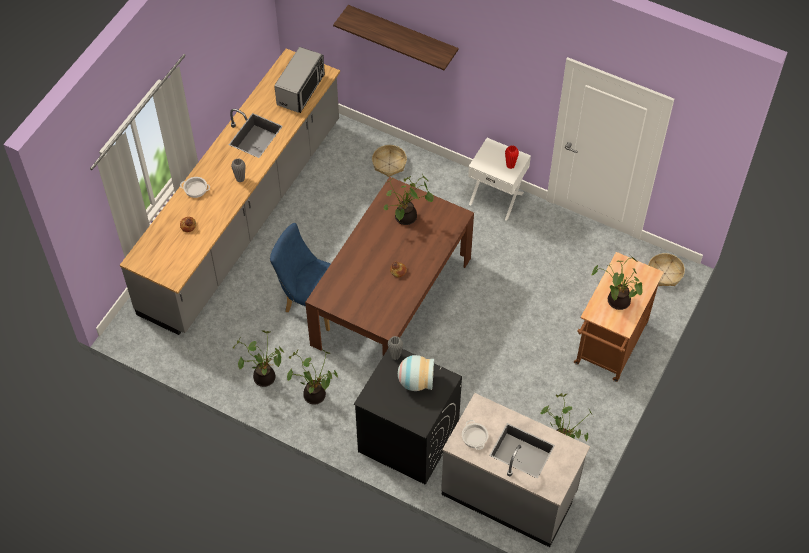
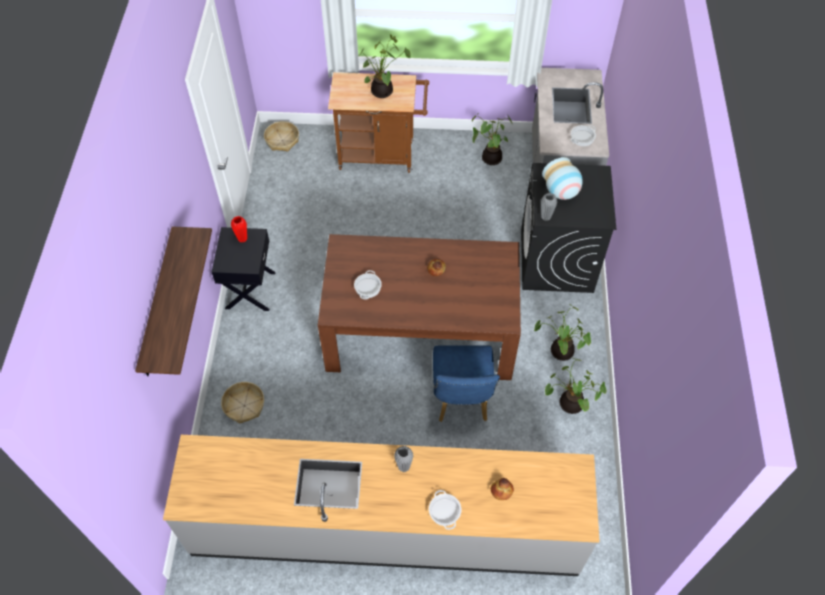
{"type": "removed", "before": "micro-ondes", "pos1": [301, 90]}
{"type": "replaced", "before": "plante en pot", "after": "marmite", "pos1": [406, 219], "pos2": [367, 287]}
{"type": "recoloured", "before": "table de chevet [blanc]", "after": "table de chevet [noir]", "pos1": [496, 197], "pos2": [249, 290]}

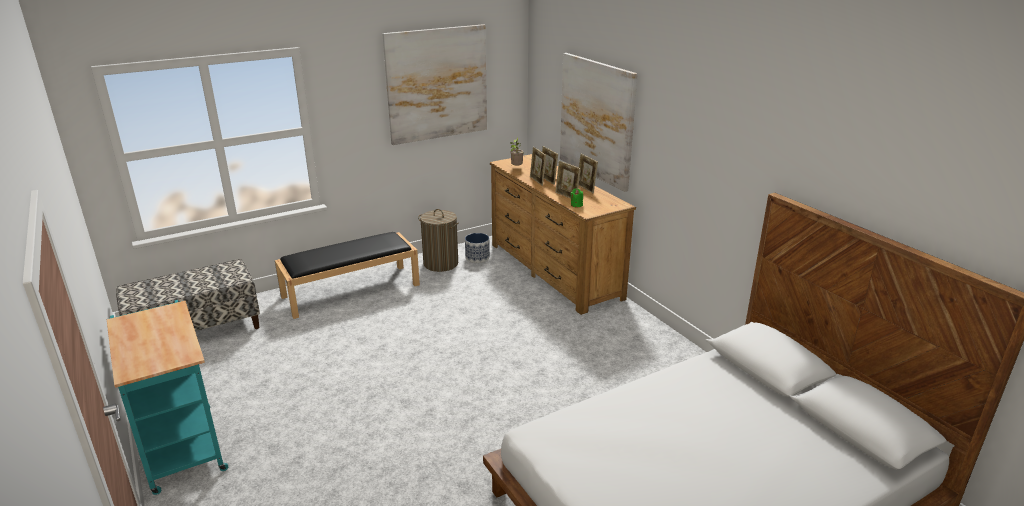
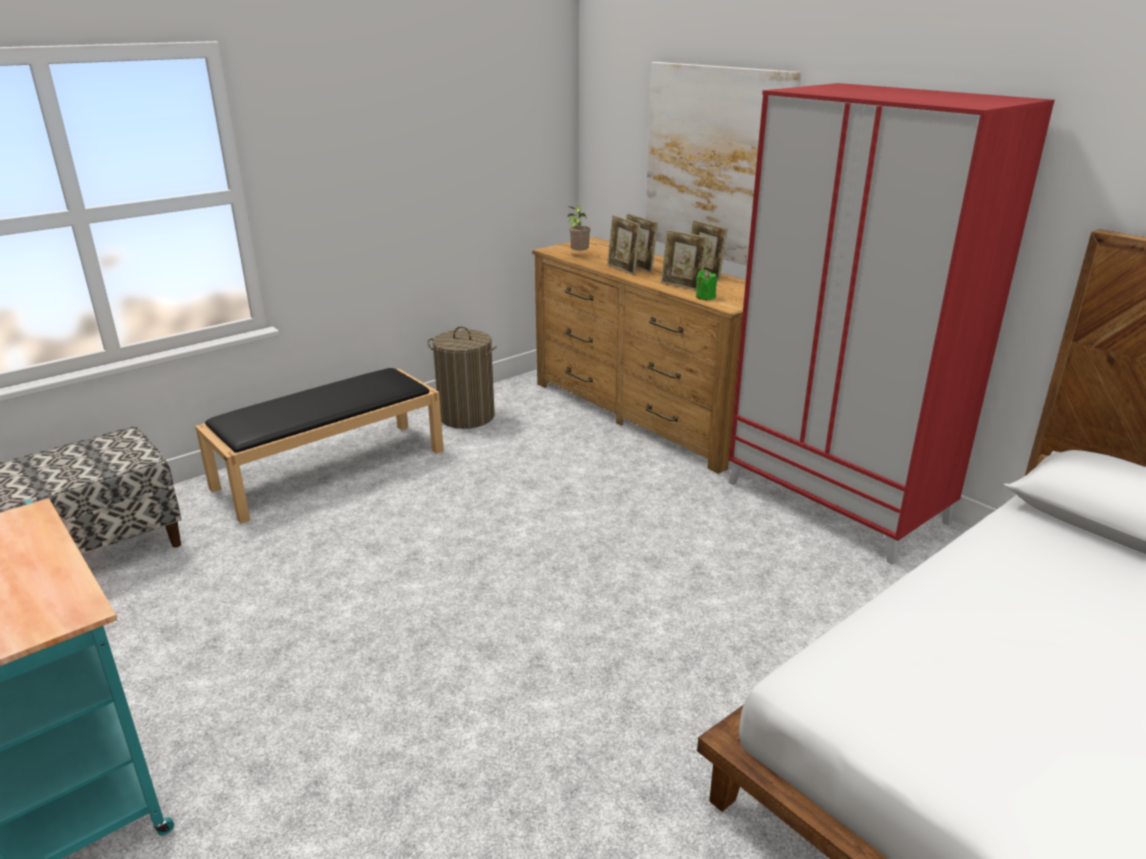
{"type": "removed", "before": "tableau", "pos1": [437, 84]}
{"type": "removed", "before": "cache-pot", "pos1": [477, 257]}
{"type": "added", "after": "armoire [rouge]", "pos2": [837, 502]}

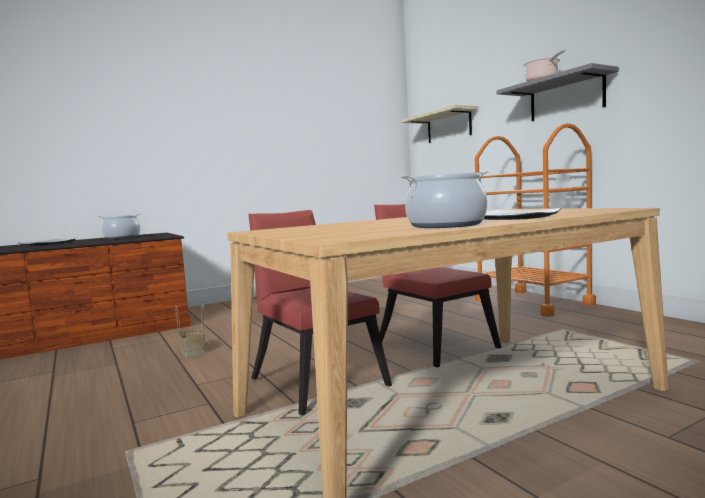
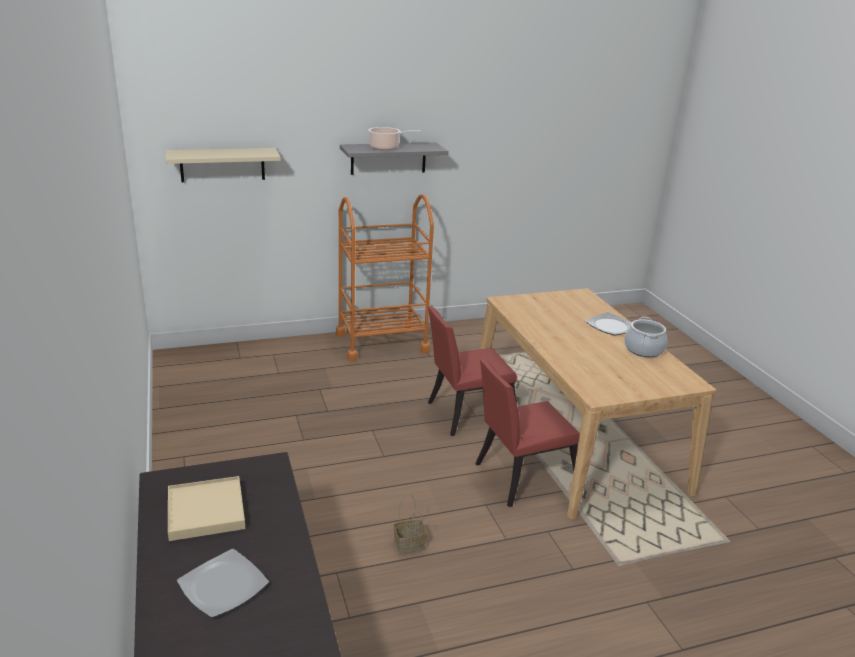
{"type": "replaced", "before": "marmite", "after": "plateau [beige]", "pos1": [122, 237], "pos2": [206, 511]}

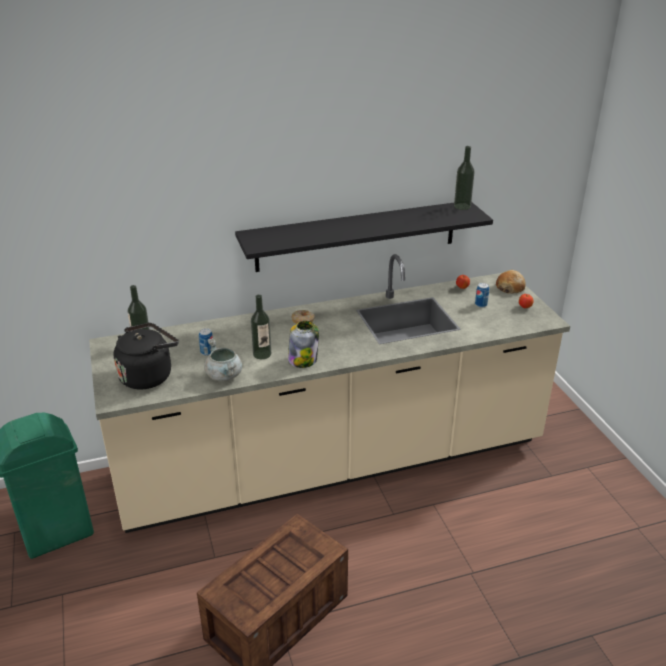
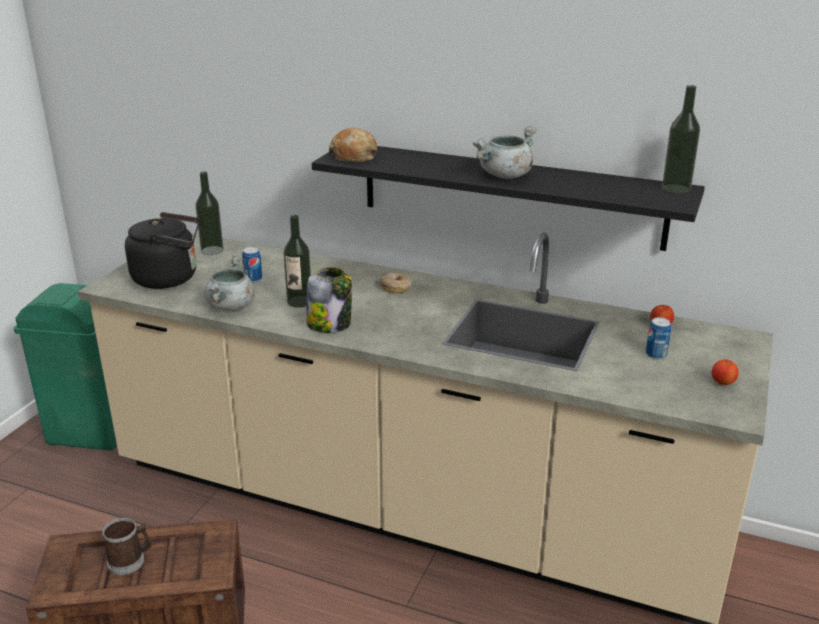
{"type": "moved", "before": "pain", "pos1": [510, 287], "pos2": [354, 156]}
{"type": "added", "after": "mug", "pos2": [130, 561]}
{"type": "added", "after": "marmite [gris]", "pos2": [505, 176]}

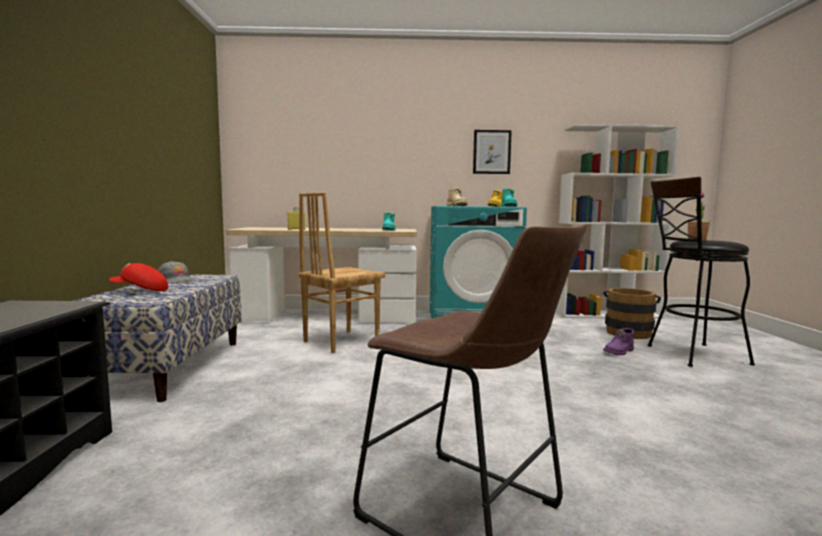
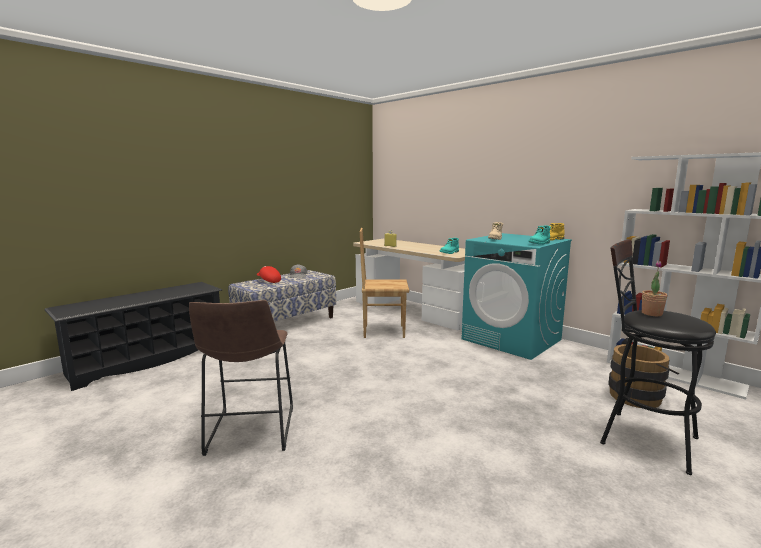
{"type": "removed", "before": "tableau", "pos1": [491, 152]}
{"type": "removed", "before": "botte [violet]", "pos1": [619, 352]}

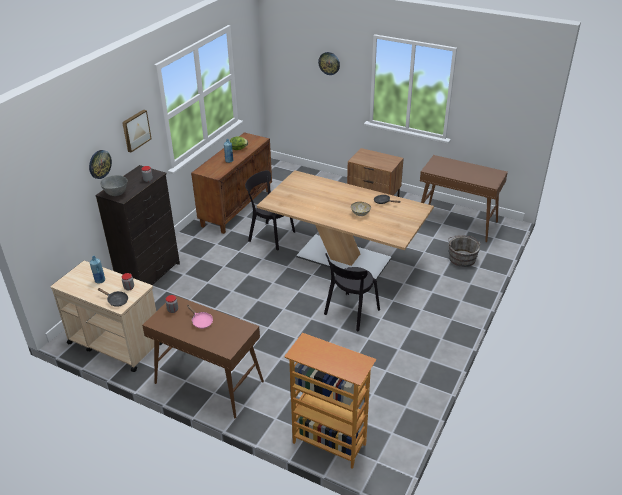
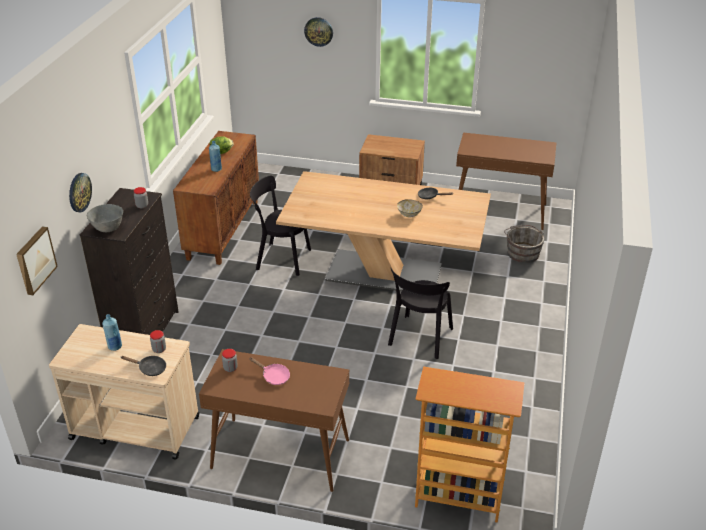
{"type": "moved", "before": "tableau", "pos1": [135, 130], "pos2": [34, 260]}

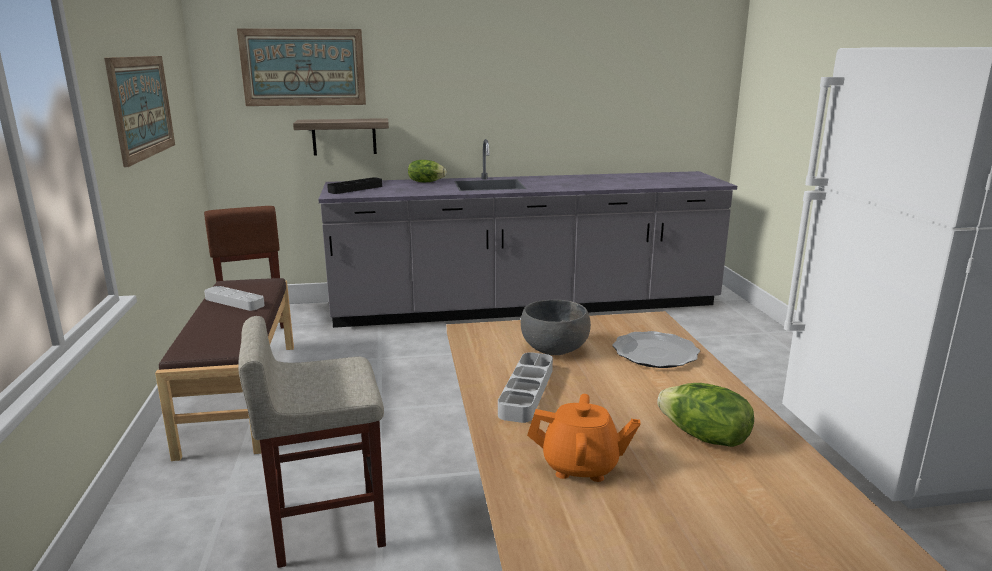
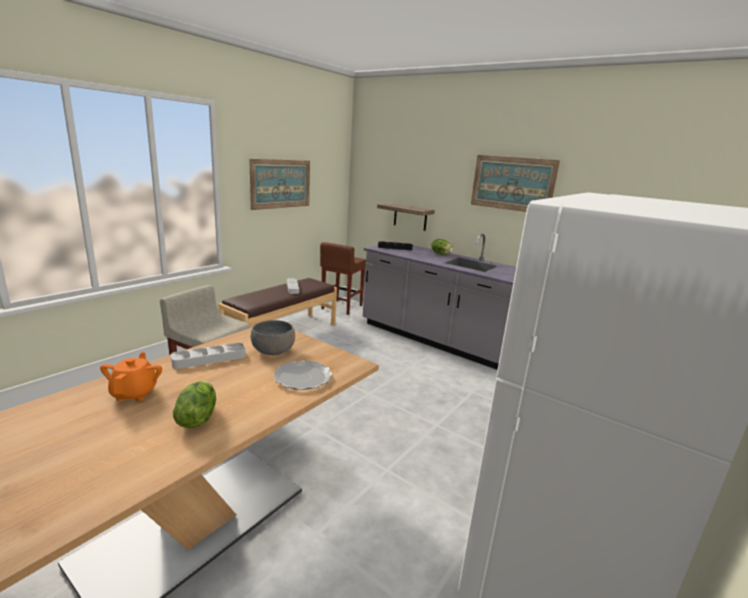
{"type": "moved", "before": "tableau", "pos1": [303, 67], "pos2": [512, 183]}
{"type": "turned", "before": "théière [orange]", "pos1": [581, 466], "pos2": [135, 393], "turn": -150}

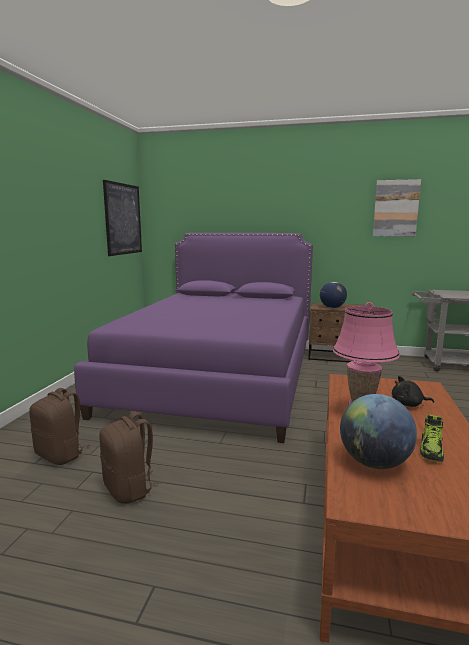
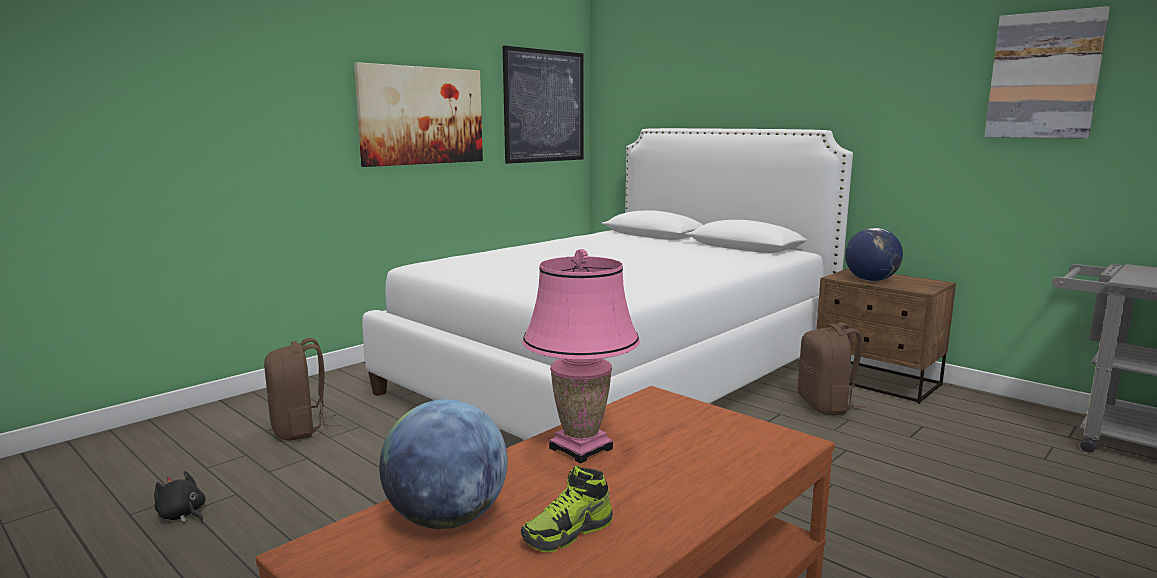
{"type": "recoloured", "before": "lit [violet]", "after": "lit [blanc]", "pos1": [218, 377], "pos2": [617, 376]}
{"type": "moved", "before": "sac à dos [marron]", "pos1": [129, 489], "pos2": [826, 406]}
{"type": "moved", "before": "peluche [noir]", "pos1": [409, 404], "pos2": [182, 515]}
{"type": "added", "after": "tableau", "pos2": [422, 116]}

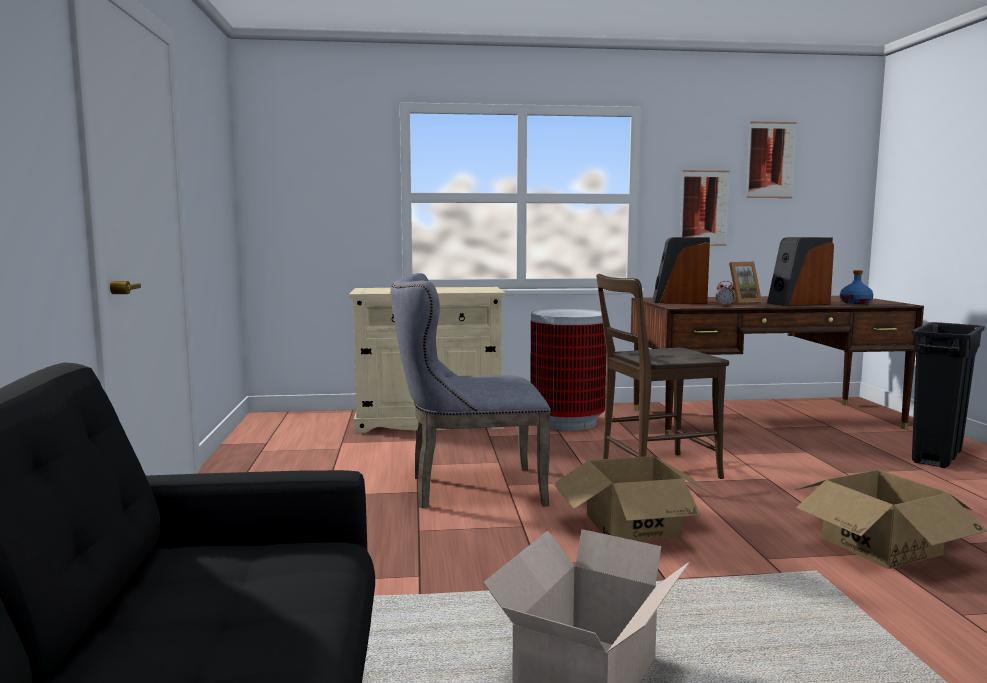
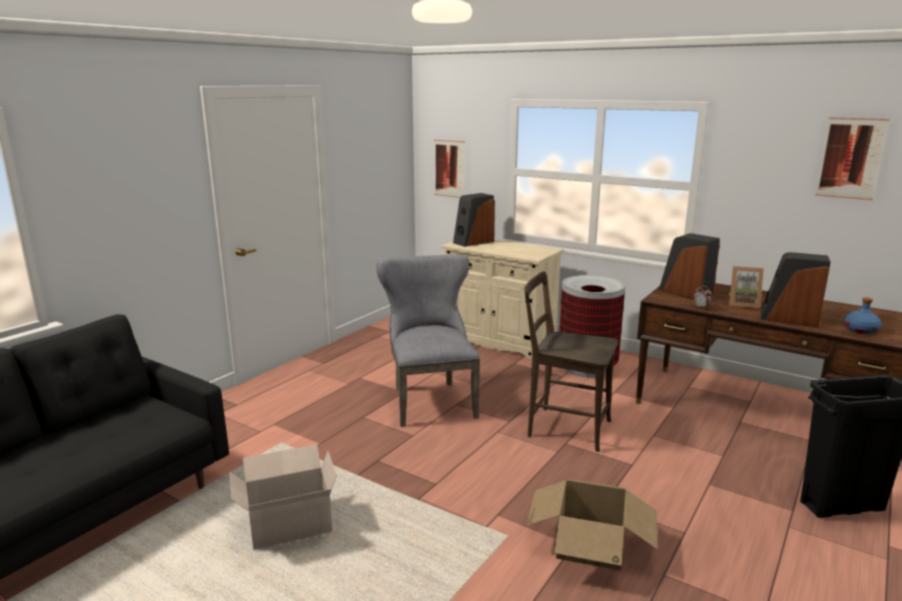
{"type": "turned", "before": "chaise [gris]", "pos1": [467, 489], "pos2": [430, 400], "turn": 45}
{"type": "removed", "before": "carton", "pos1": [633, 525]}
{"type": "moved", "before": "tableau", "pos1": [704, 208], "pos2": [449, 168]}
{"type": "added", "after": "enceinte", "pos2": [473, 242]}

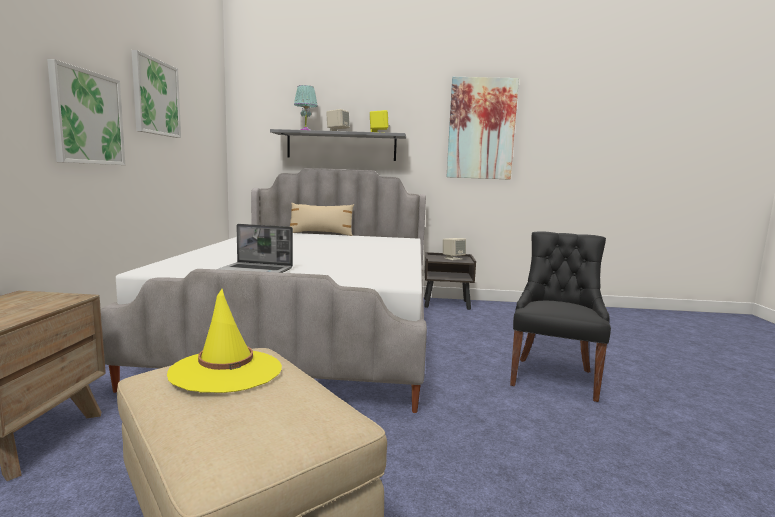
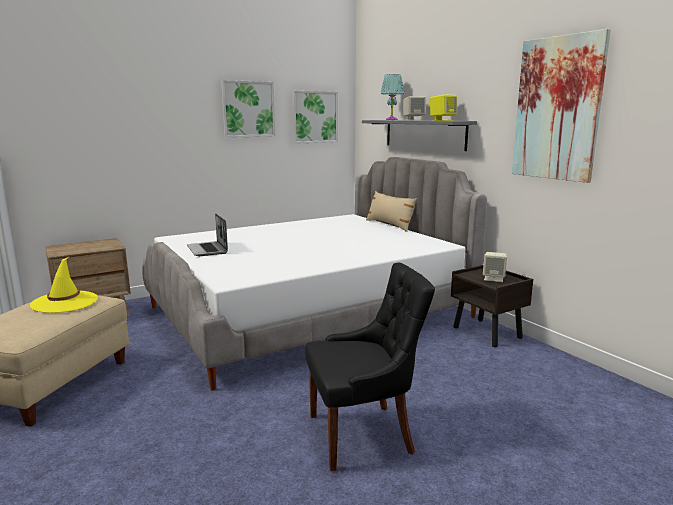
{"type": "moved", "before": "tableau", "pos1": [87, 118], "pos2": [314, 117]}

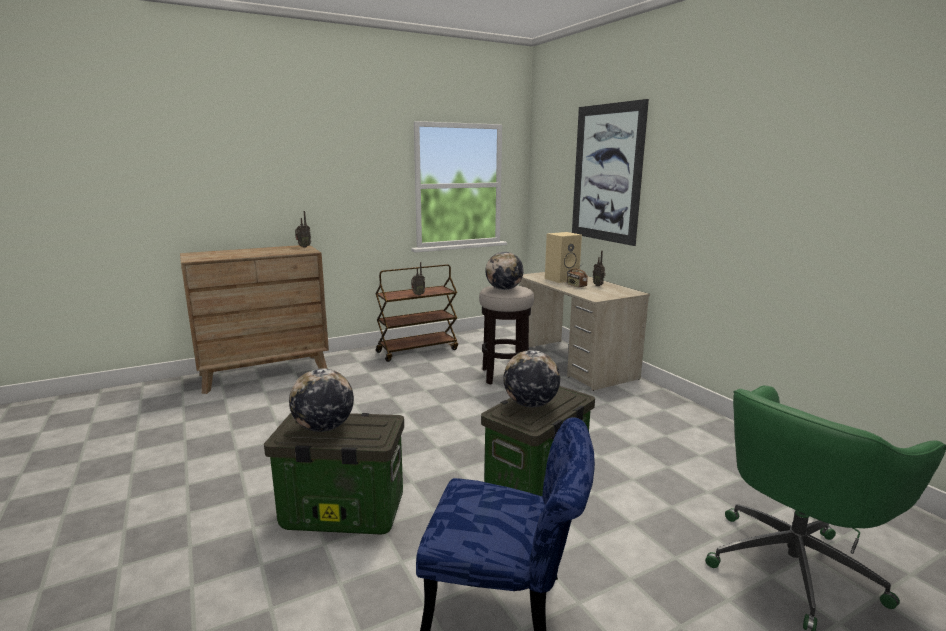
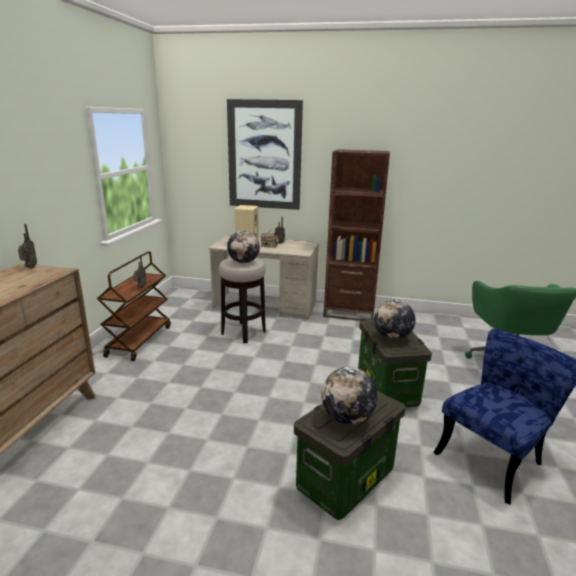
{"type": "added", "after": "bibliothèque [marron]", "pos2": [349, 312]}

